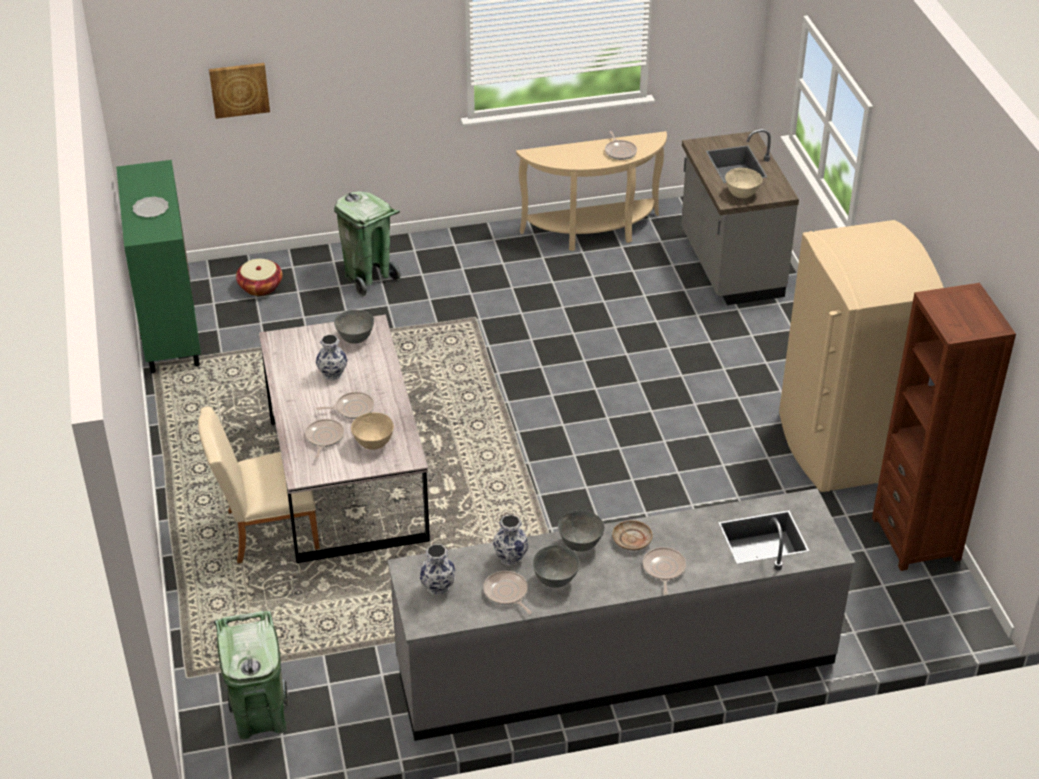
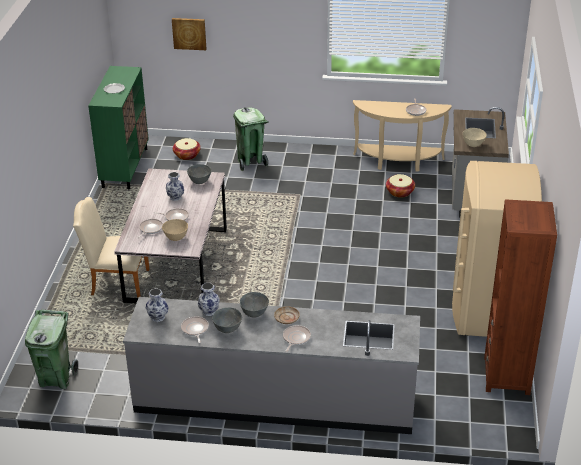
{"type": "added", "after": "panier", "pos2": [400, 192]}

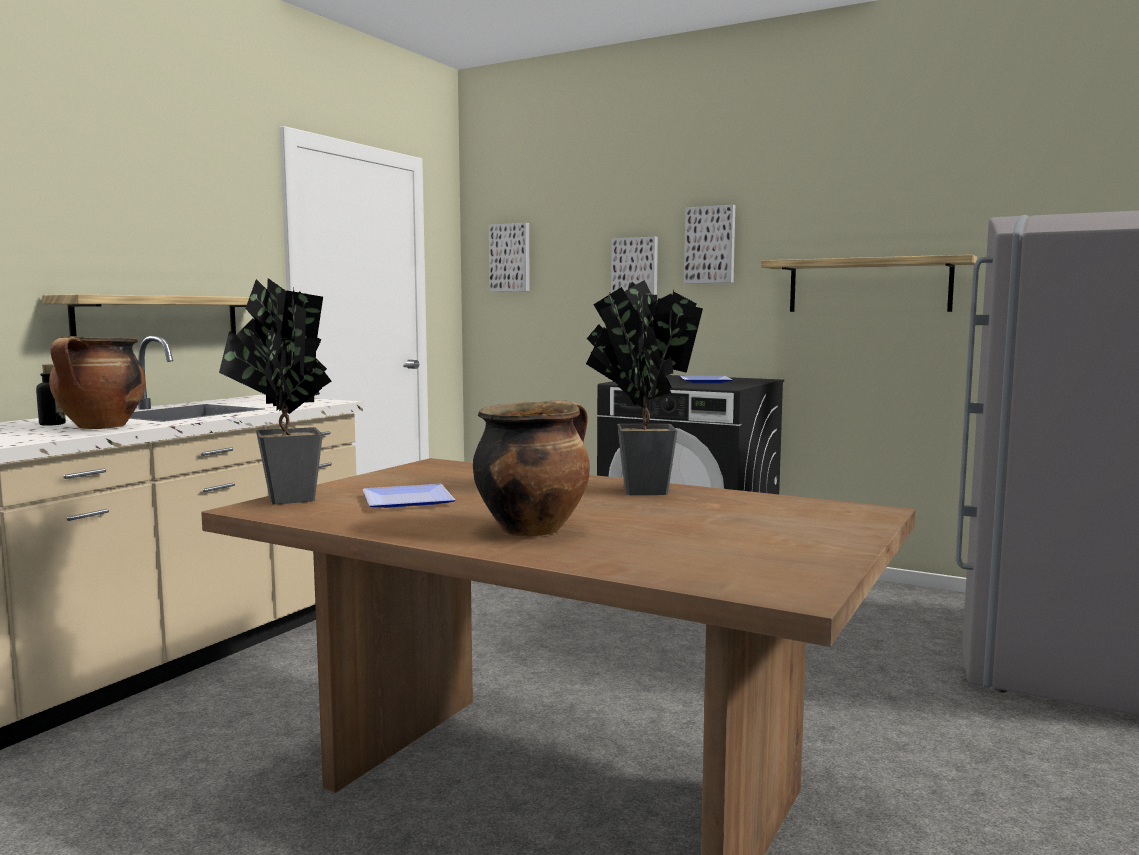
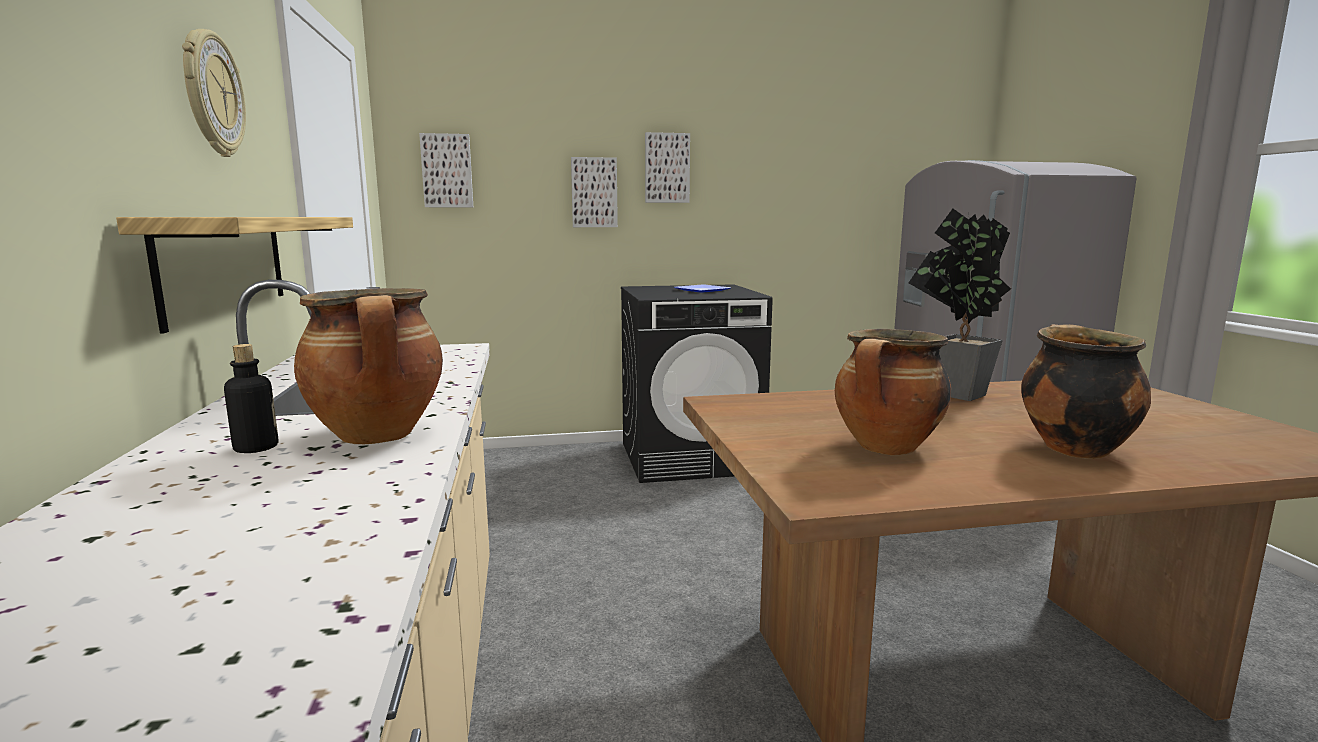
{"type": "removed", "before": "plante en pot", "pos1": [287, 501]}
{"type": "replaced", "before": "assiette", "after": "marmite", "pos1": [405, 501], "pos2": [887, 448]}
{"type": "removed", "before": "étagère", "pos1": [868, 285]}
{"type": "added", "after": "horloge murale", "pos2": [211, 94]}

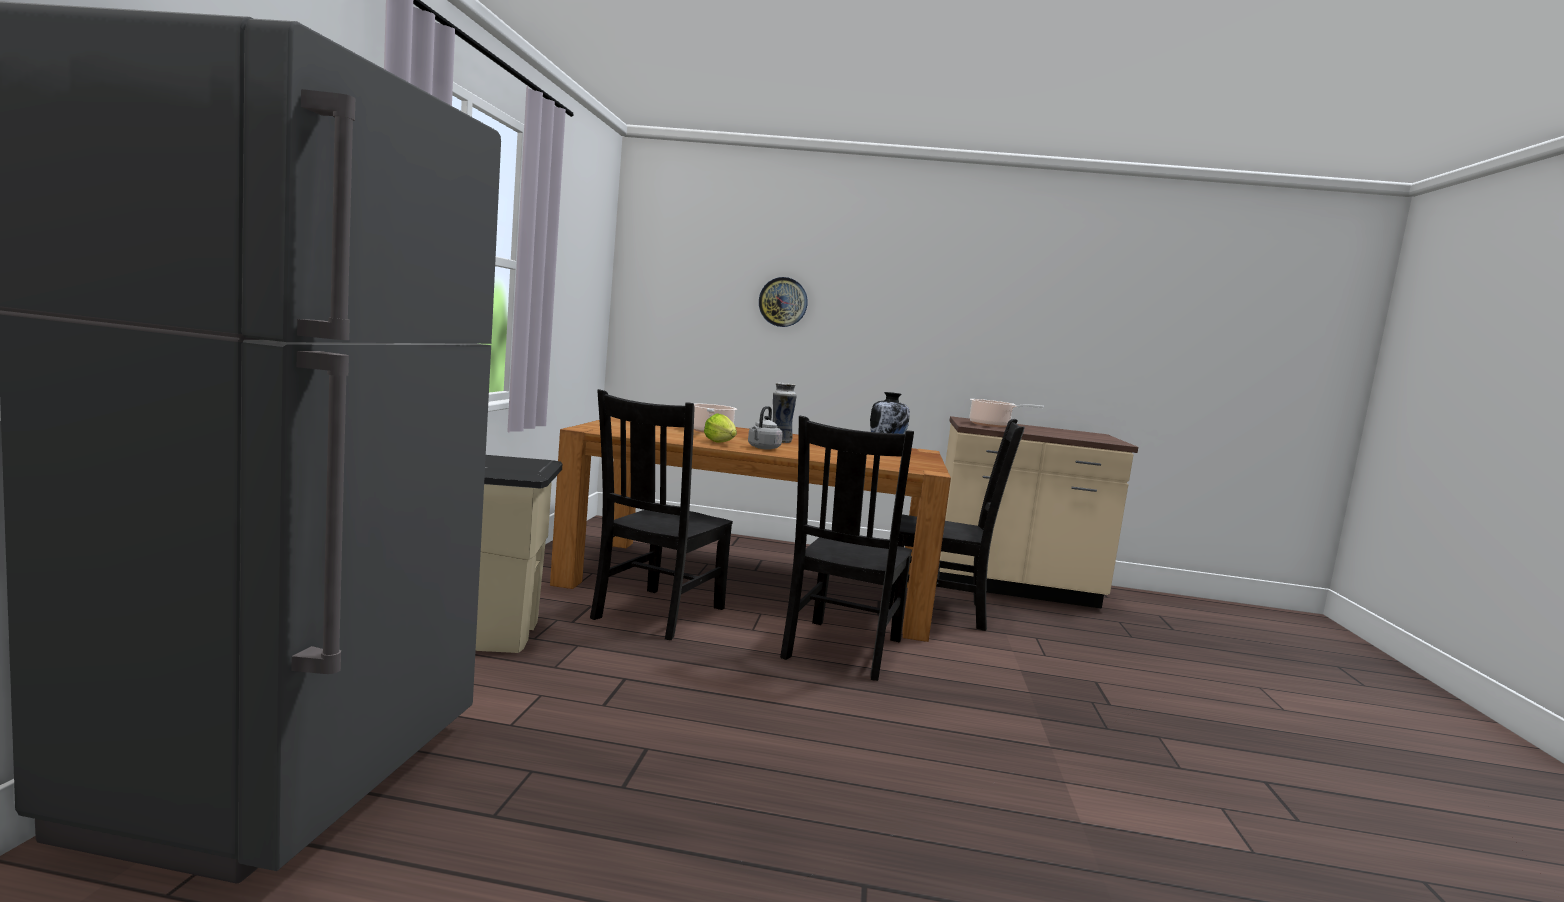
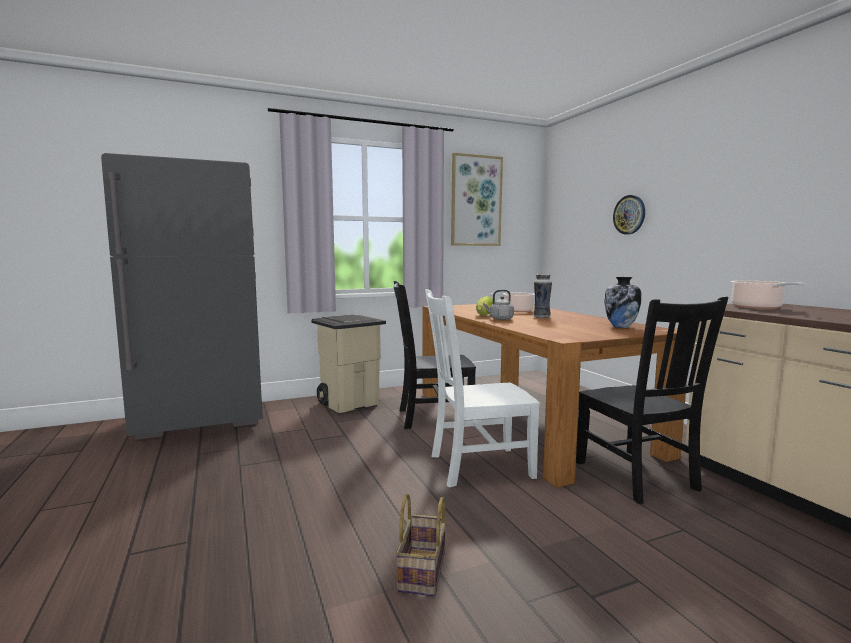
{"type": "recoloured", "before": "chaise [noir]", "after": "chaise [blanc]", "pos1": [841, 650], "pos2": [477, 466]}
{"type": "added", "after": "panier", "pos2": [423, 572]}
{"type": "added", "after": "tableau", "pos2": [476, 201]}

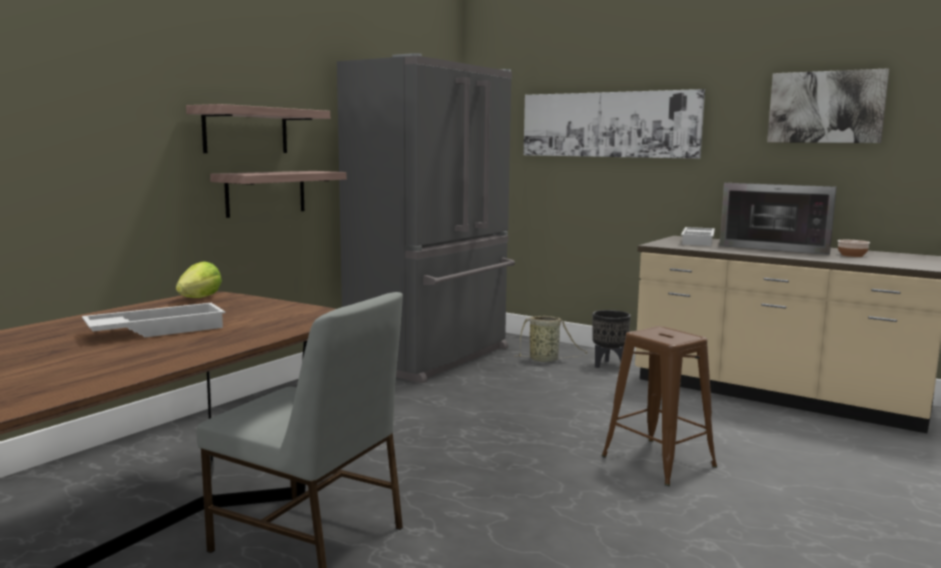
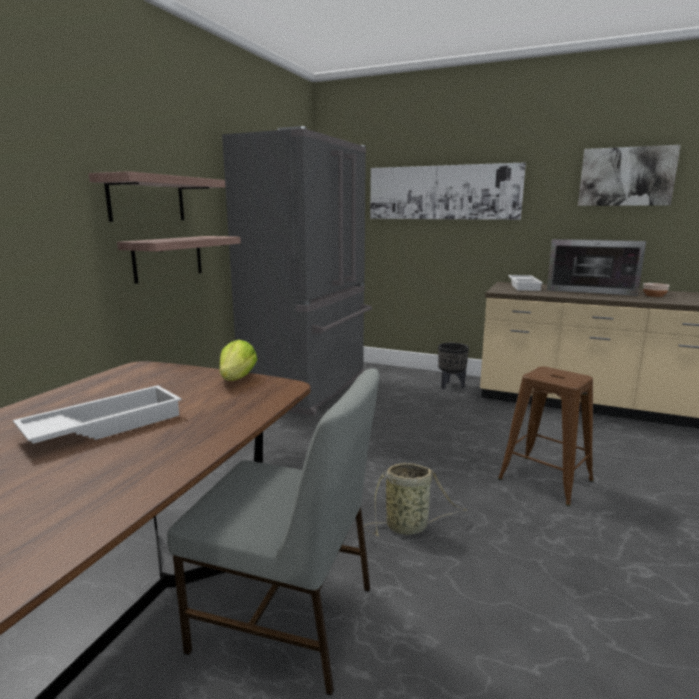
{"type": "moved", "before": "laitue", "pos1": [199, 298], "pos2": [237, 379]}
{"type": "moved", "before": "panier", "pos1": [546, 360], "pos2": [409, 526]}

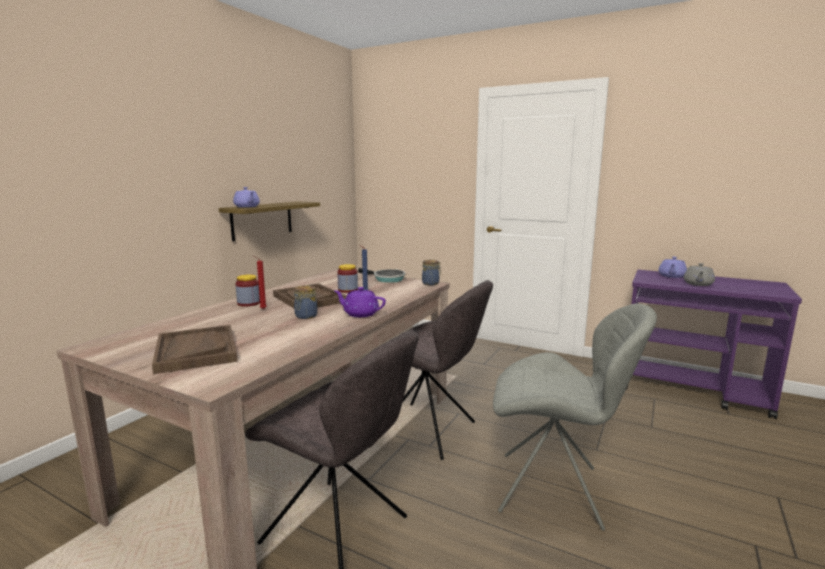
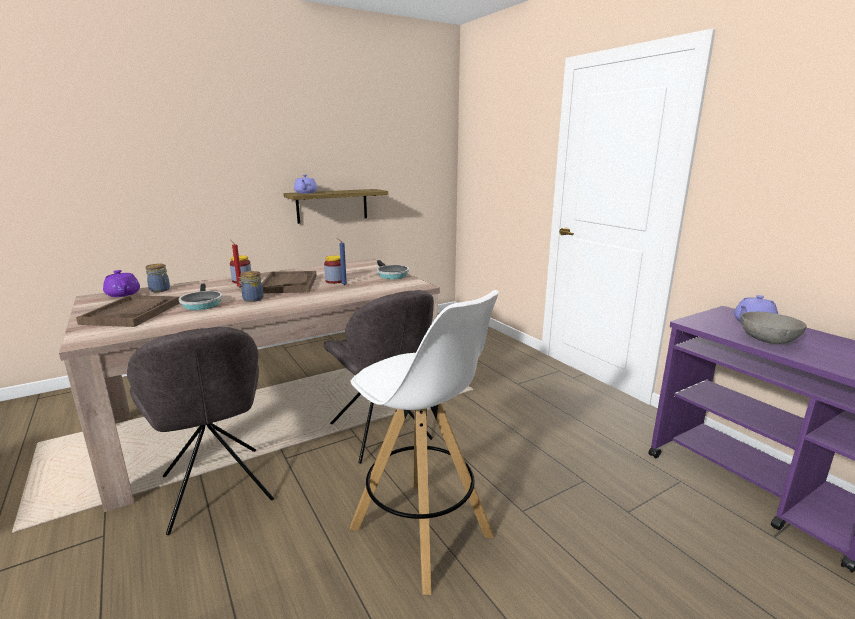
{"type": "moved", "before": "théière [violet]", "pos1": [360, 314], "pos2": [123, 294]}
{"type": "moved", "before": "bocal", "pos1": [431, 283], "pos2": [160, 290]}
{"type": "replaced", "before": "chaise [gris]", "after": "tabouret [blanc]", "pos1": [554, 490], "pos2": [422, 532]}
{"type": "replaced", "before": "théière [gris]", "after": "bol [gris]", "pos1": [698, 284], "pos2": [768, 341]}
{"type": "added", "after": "poêle", "pos2": [201, 304]}

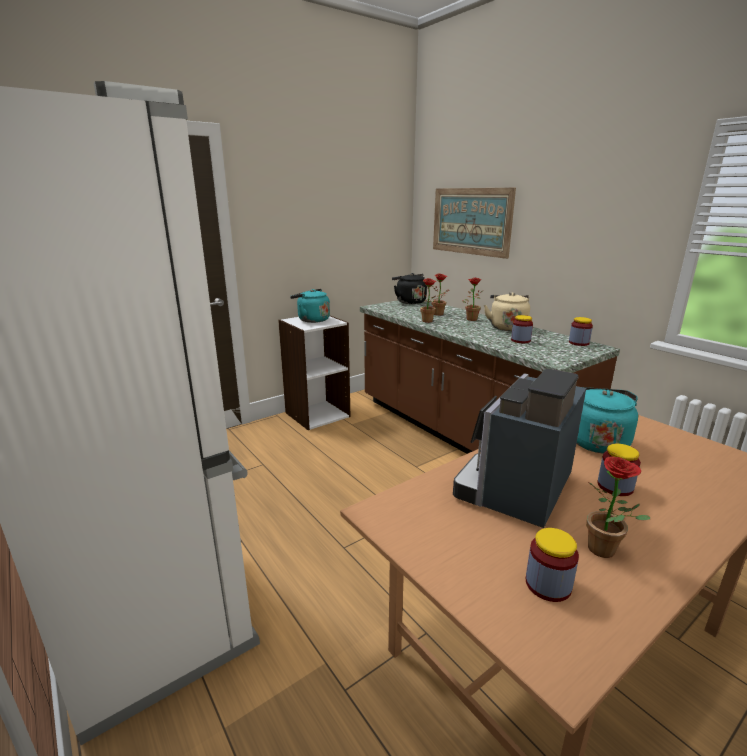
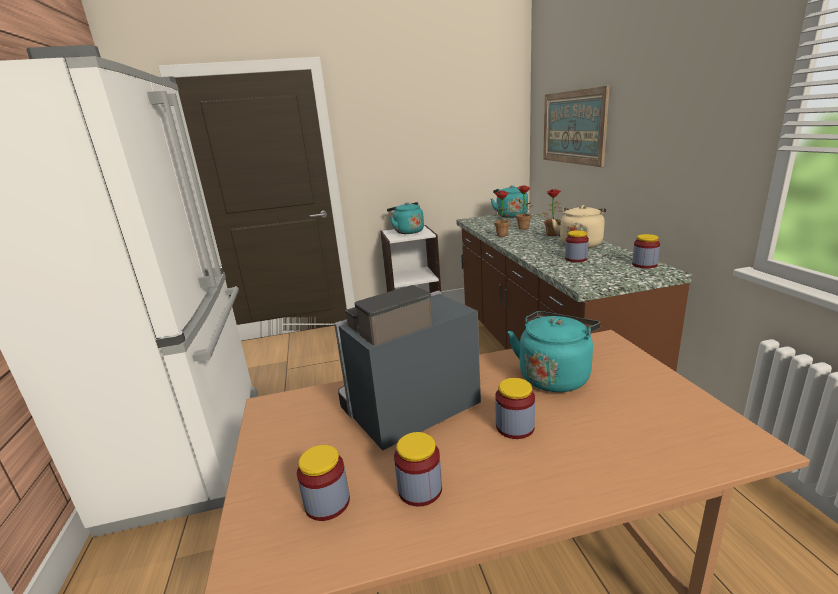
{"type": "recoloured", "before": "bouilloire [noir]", "after": "bouilloire [turquoise]", "pos1": [409, 302], "pos2": [510, 215]}
{"type": "replaced", "before": "plante en pot", "after": "bocal", "pos1": [606, 552], "pos2": [420, 489]}

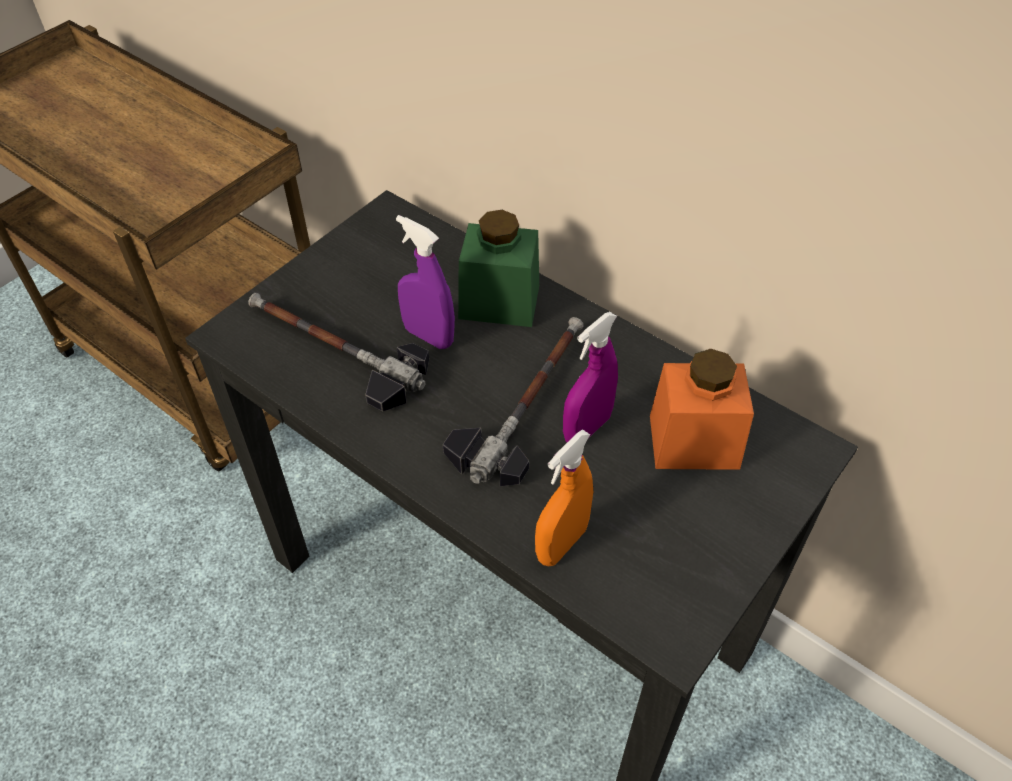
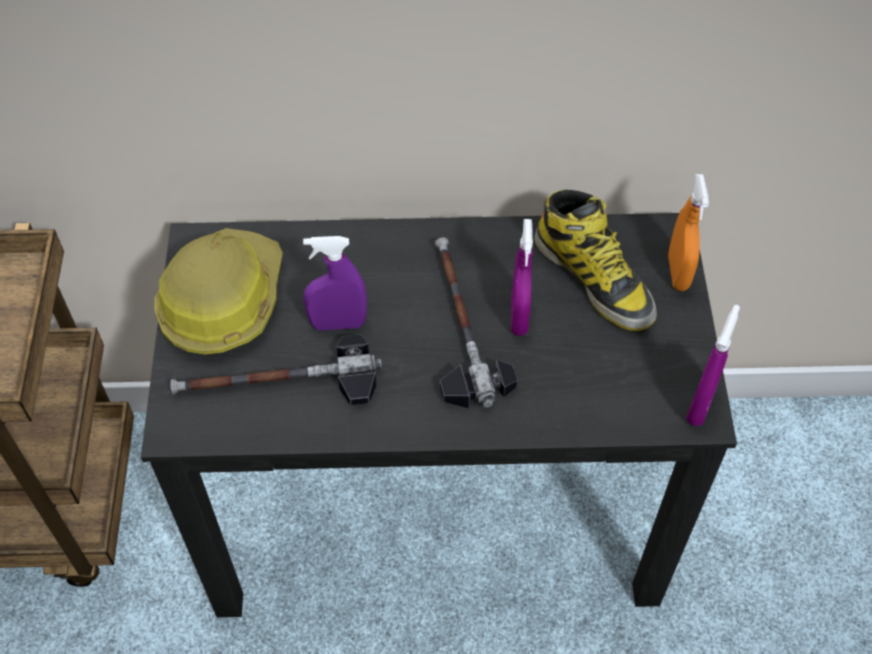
{"type": "removed", "before": "bocal [vert]", "pos1": [499, 302]}
{"type": "moved", "before": "vaporisateur [orange]", "pos1": [561, 544], "pos2": [678, 273]}
{"type": "replaced", "before": "bocal [orange]", "after": "botte", "pos1": [693, 442], "pos2": [594, 278]}
{"type": "added", "after": "casque de chantier", "pos2": [223, 301]}
{"type": "added", "after": "vaporisateur [violet]", "pos2": [700, 405]}

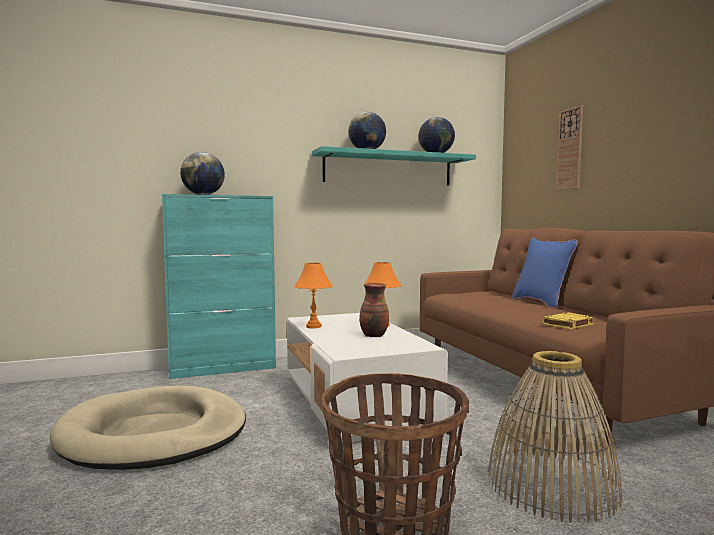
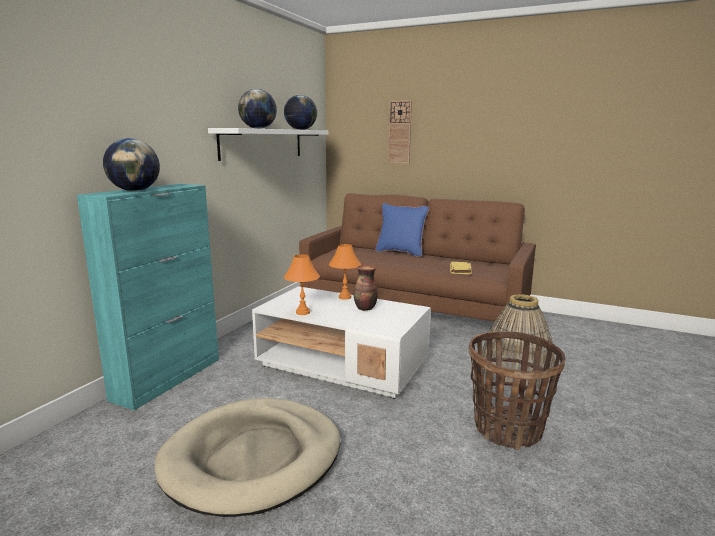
{"type": "recoloured", "before": "étagère [turquoise]", "after": "étagère [blanc]", "pos1": [388, 169], "pos2": [262, 143]}

